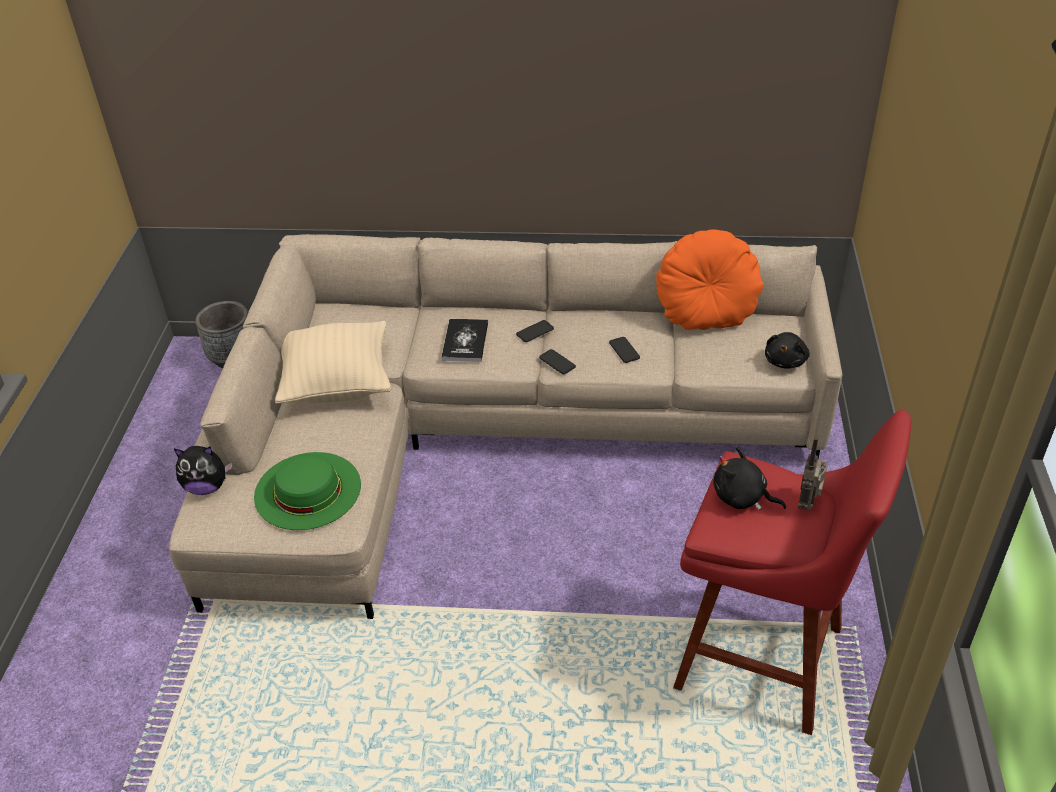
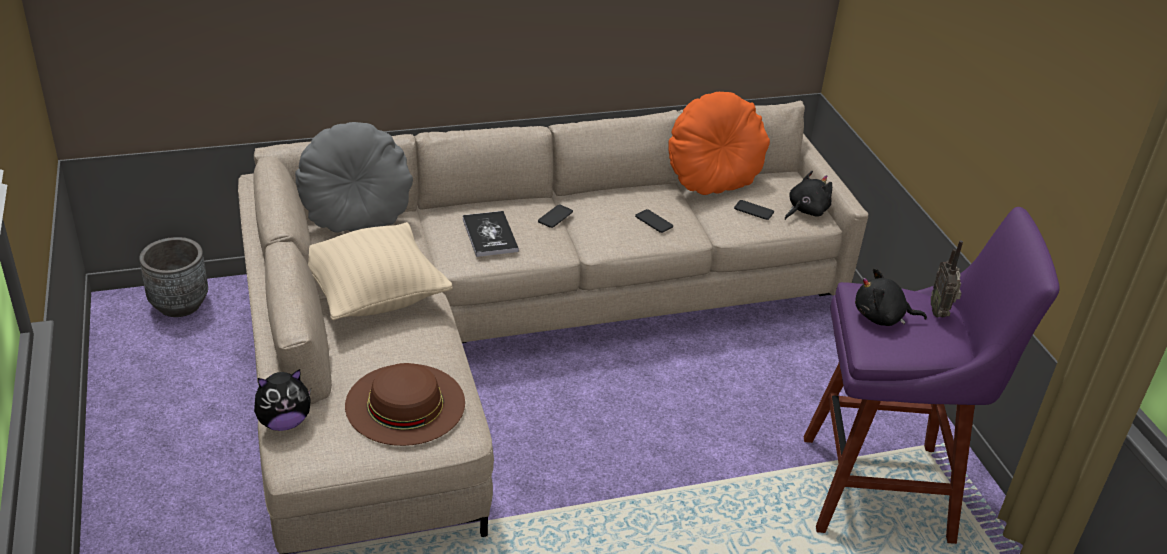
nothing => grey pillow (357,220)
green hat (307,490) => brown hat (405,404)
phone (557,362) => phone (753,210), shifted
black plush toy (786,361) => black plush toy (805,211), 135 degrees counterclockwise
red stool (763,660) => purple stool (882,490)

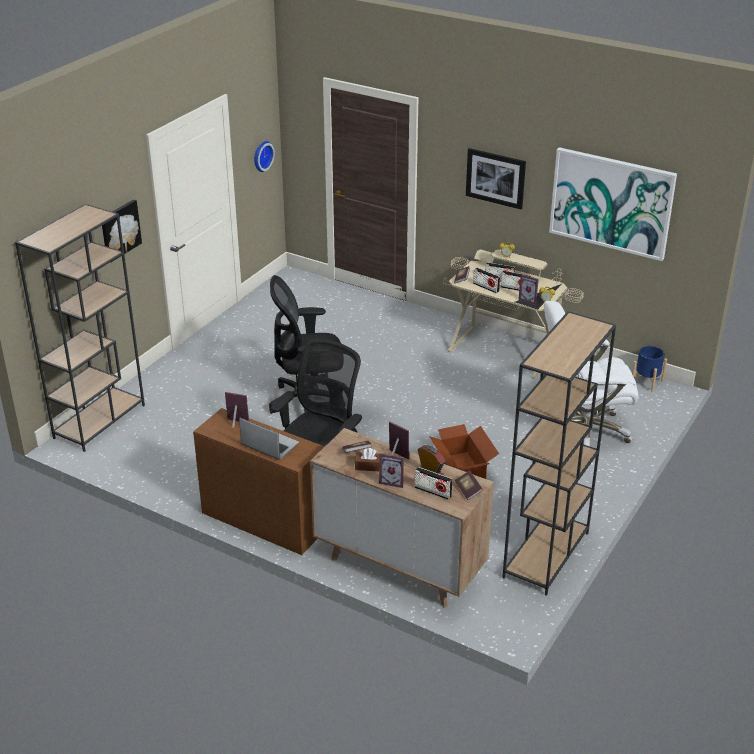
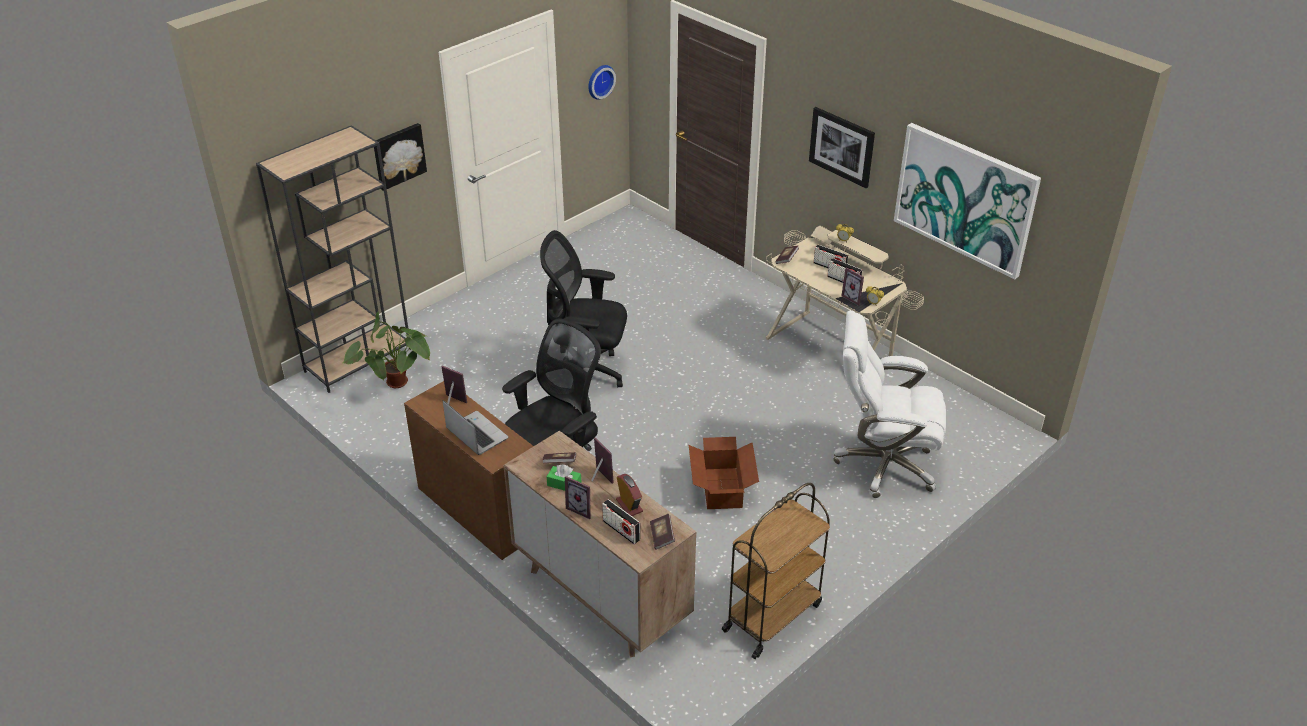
nothing => potted plant (400,389)
brown tissue box (368,466) => green tissue box (564,484)
bookcase (546,555) => brown cart (773,617)
radio (486,287) => nothing
blue planter (647,382) => nothing

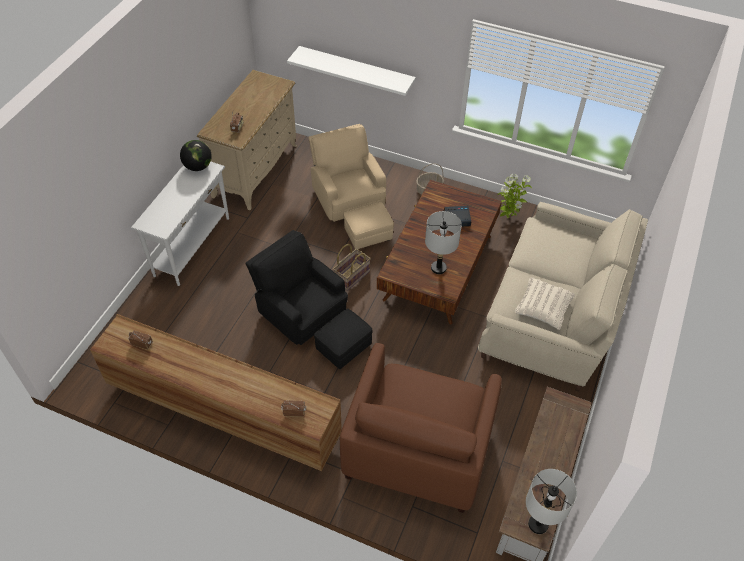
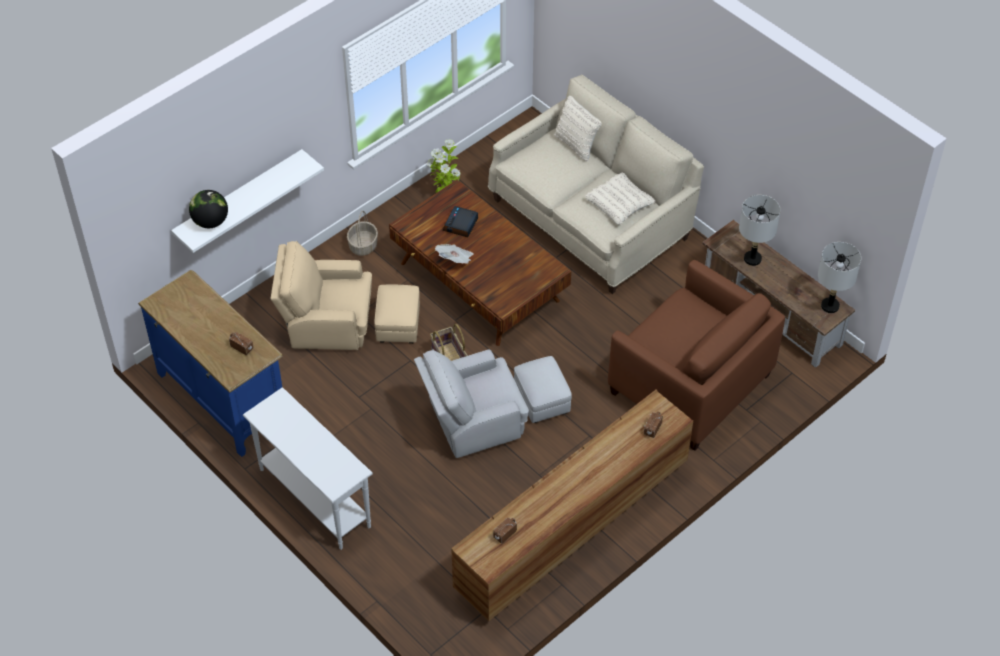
beige dresser (256,171) => blue dresser (223,397)
globe (198,167) => globe (211,222), shifted
black armchair (311,319) => white armchair (489,416)
nothing => newspaper (455,260)
nothing => beige pillow (577,145)
grey table lamp (438,268) => grey table lamp (752,259), shifted

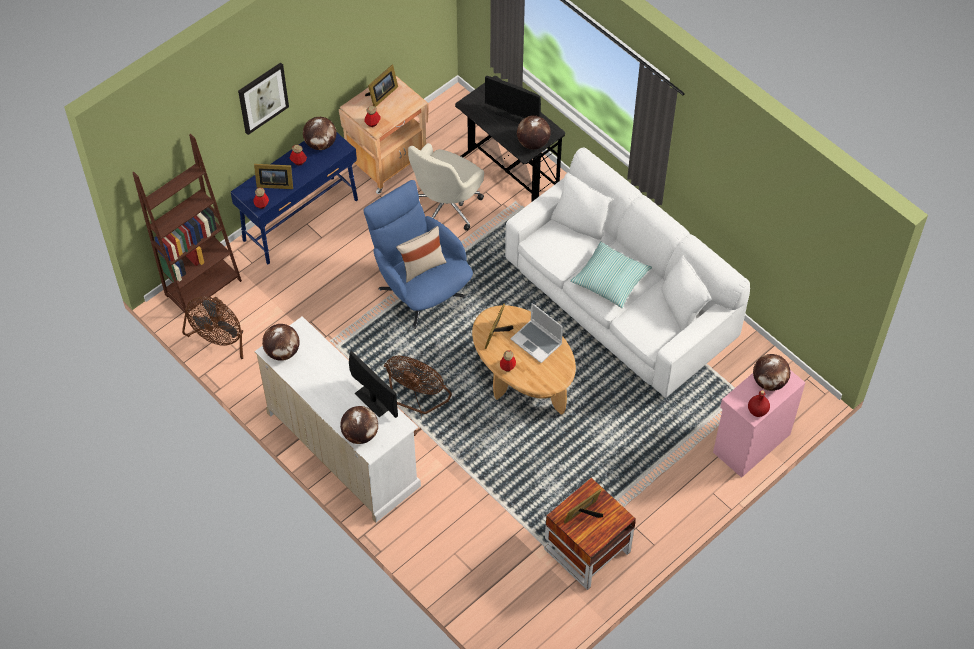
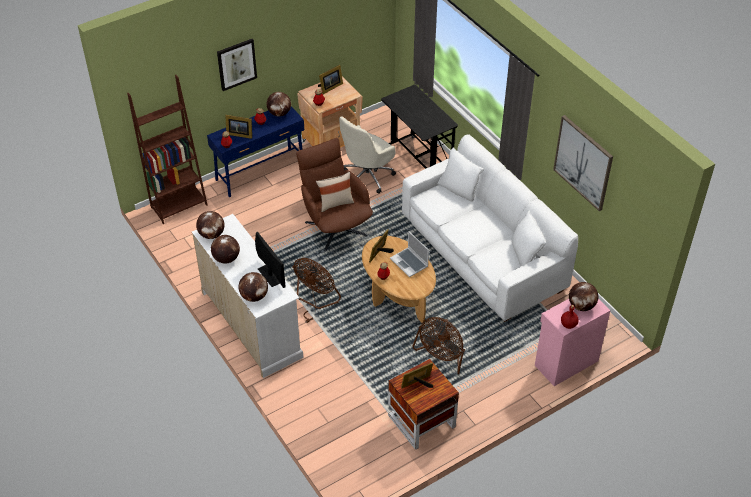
globe (533,143) => globe (226,259), shifted
blue armchair (420,290) => brown armchair (335,227)
brown fan (219,336) => brown fan (441,354), shifted
nothing => picture (583,162)
monitor (513,114) => nothing
pillow (610,279) => nothing

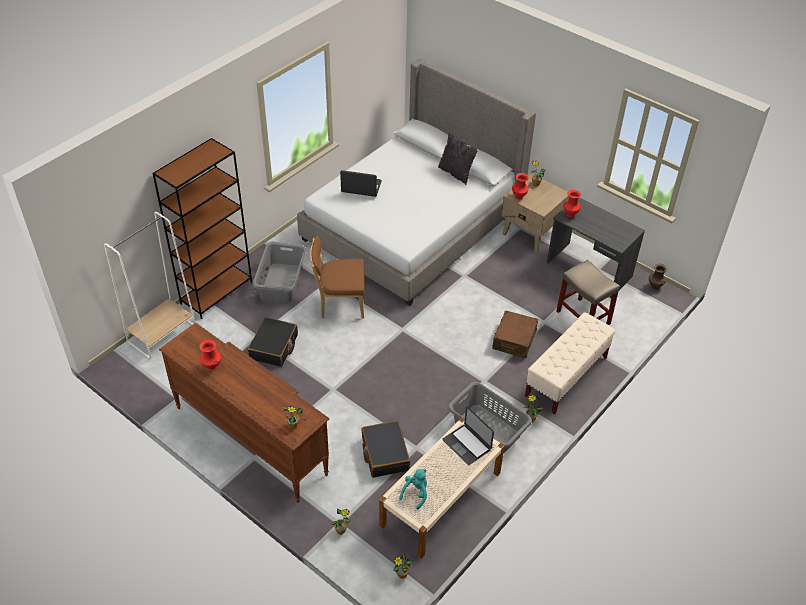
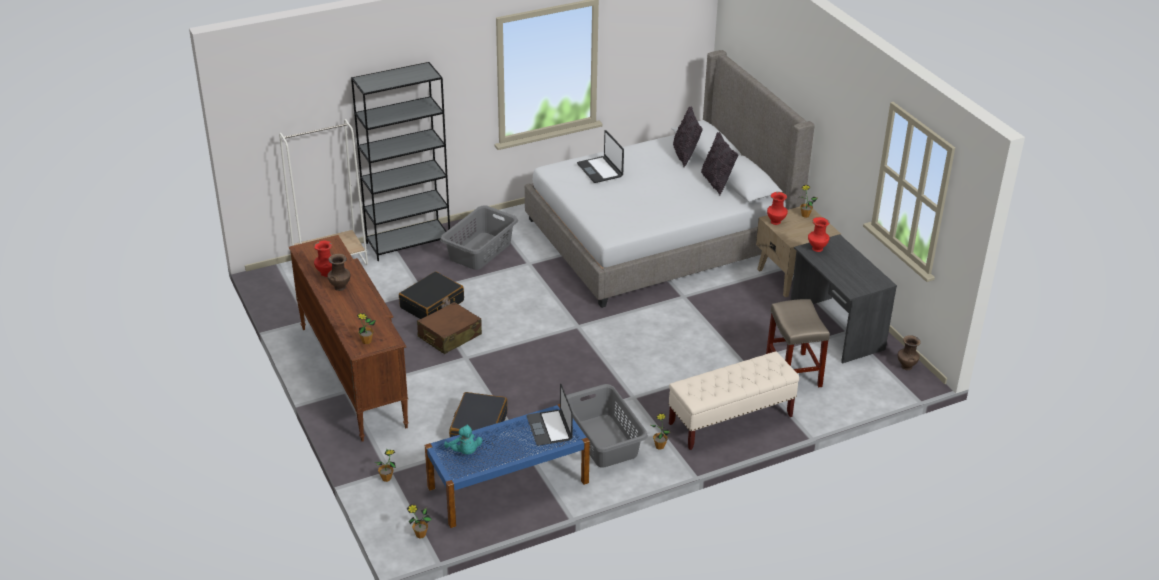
nothing => brown vase (340,287)
brown bookcase (216,292) => grey bookcase (408,242)
brown suitcase (514,340) => brown suitcase (449,336), shifted
beige bench (441,499) => blue bench (508,485)
turquoise plush toy (415,493) => turquoise plush toy (464,451), 90 degrees clockwise
laptop (361,187) => laptop (600,170), 150 degrees counterclockwise
nothing => black pillow (685,155)
brown chair (339,304) => nothing

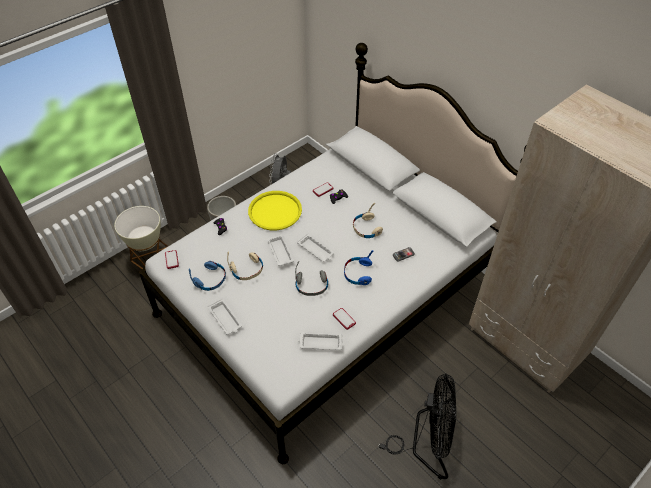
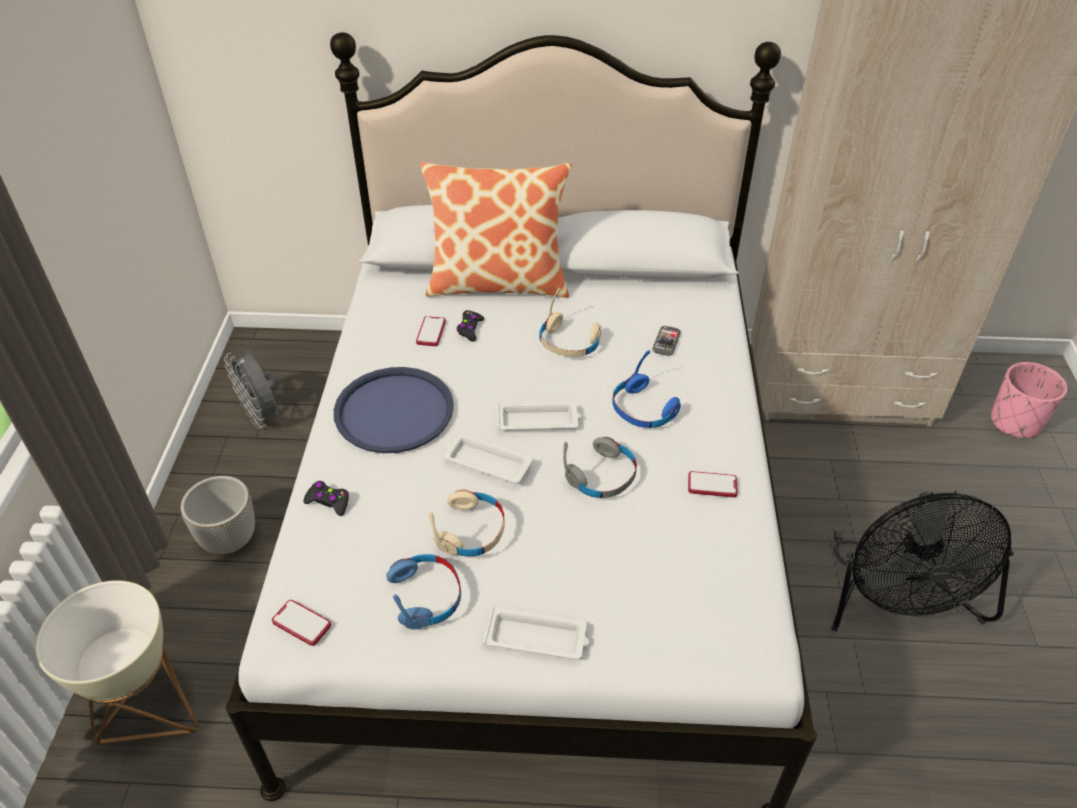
yellow tray (275,211) => blue tray (394,411)
nothing => pillow (498,282)
black fan (427,438) => black fan (892,598), 120 degrees clockwise
nothing => pink planter (1015,422)
white tray (320,343) => nothing

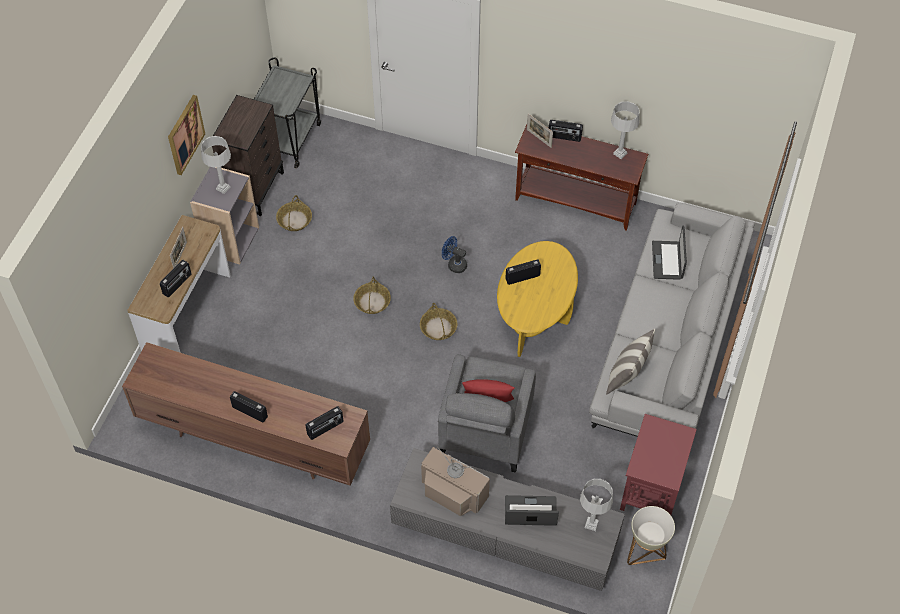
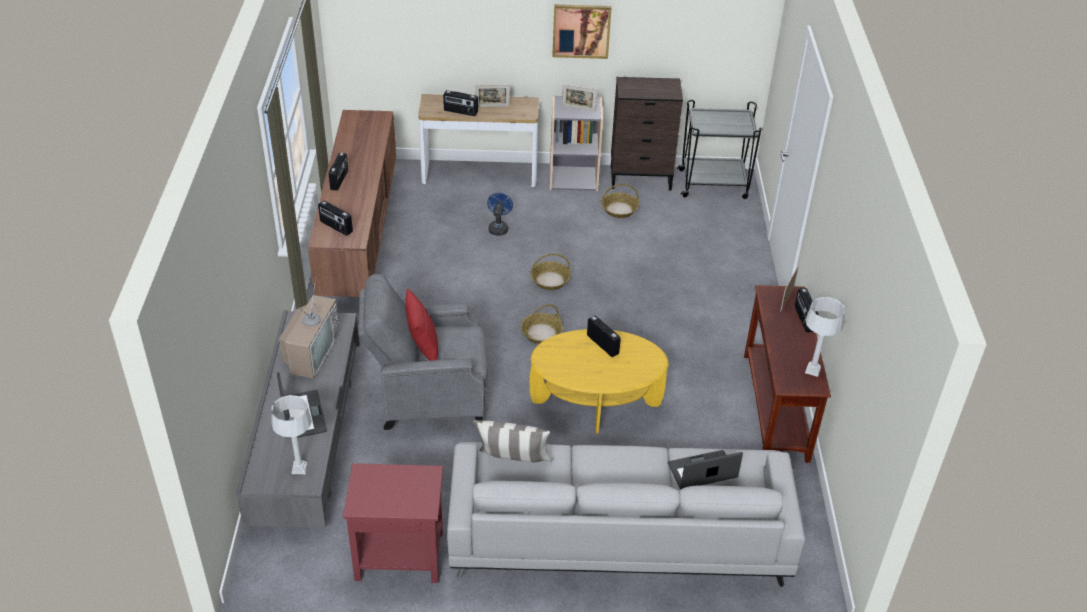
blue fan (454,264) => blue fan (498,227), shifted
grey table lamp (223,188) => picture frame (578,108)
planter (645,551) => nothing

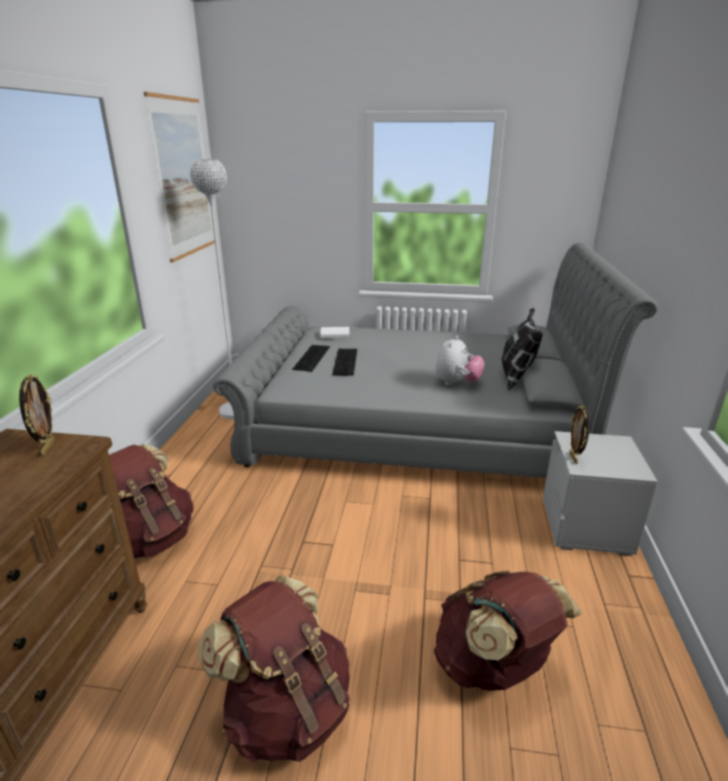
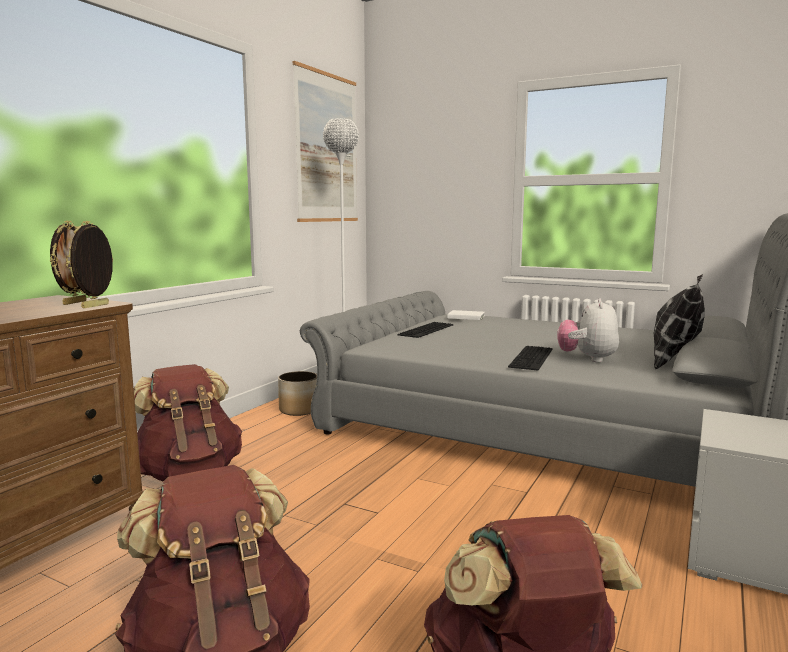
picture frame (574,458) => picture frame (96,306), shifted
nothing => planter (299,410)
keyboard (346,362) => keyboard (533,358), shifted
plush toy (457,383) => plush toy (587,359), 150 degrees clockwise

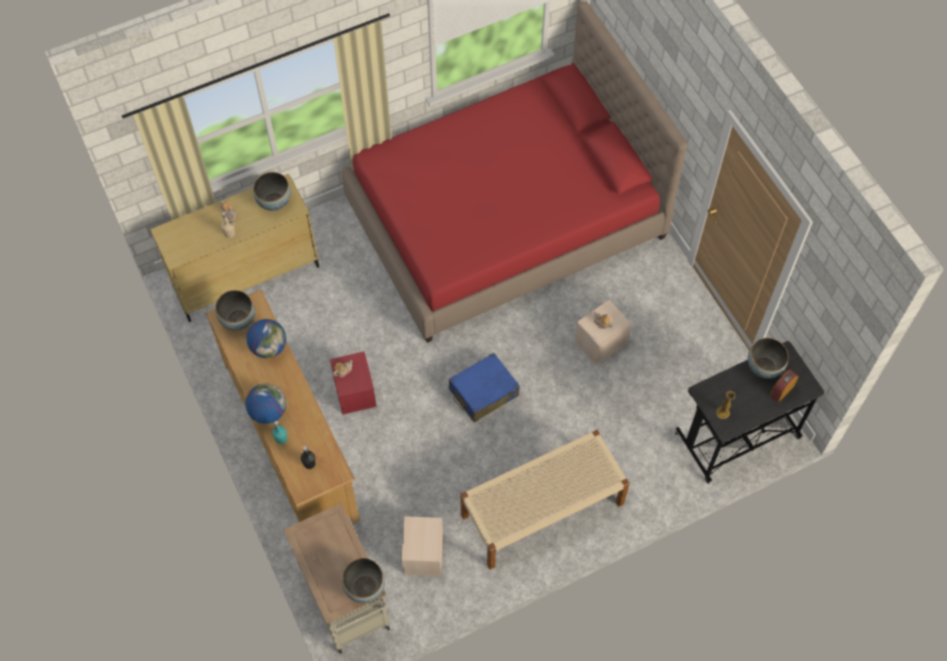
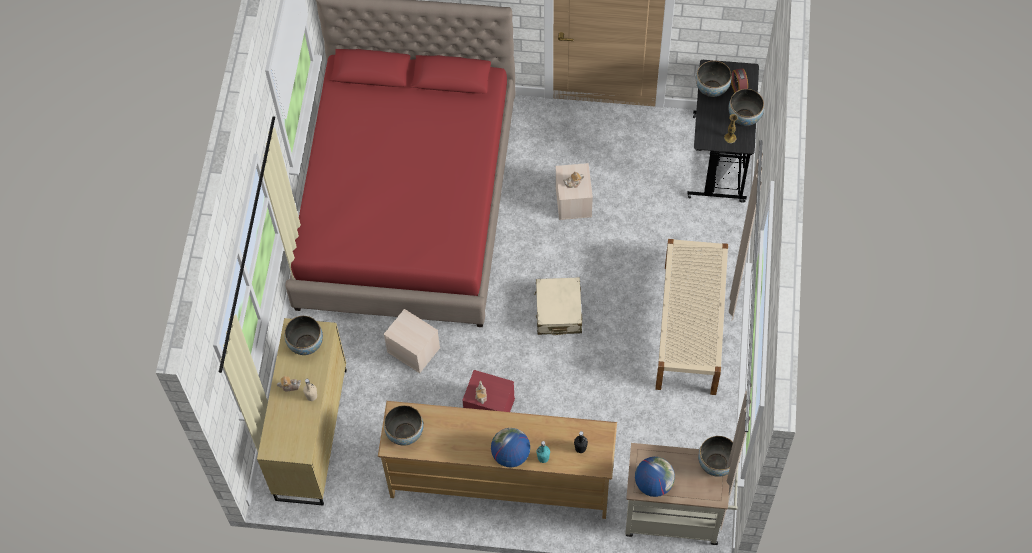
beige storage box (424,554) => beige storage box (414,349), shifted
blue suitcase (483,392) => beige suitcase (558,311)
globe (269,347) => globe (653,483), shifted
nothing => bowl (744,118)

